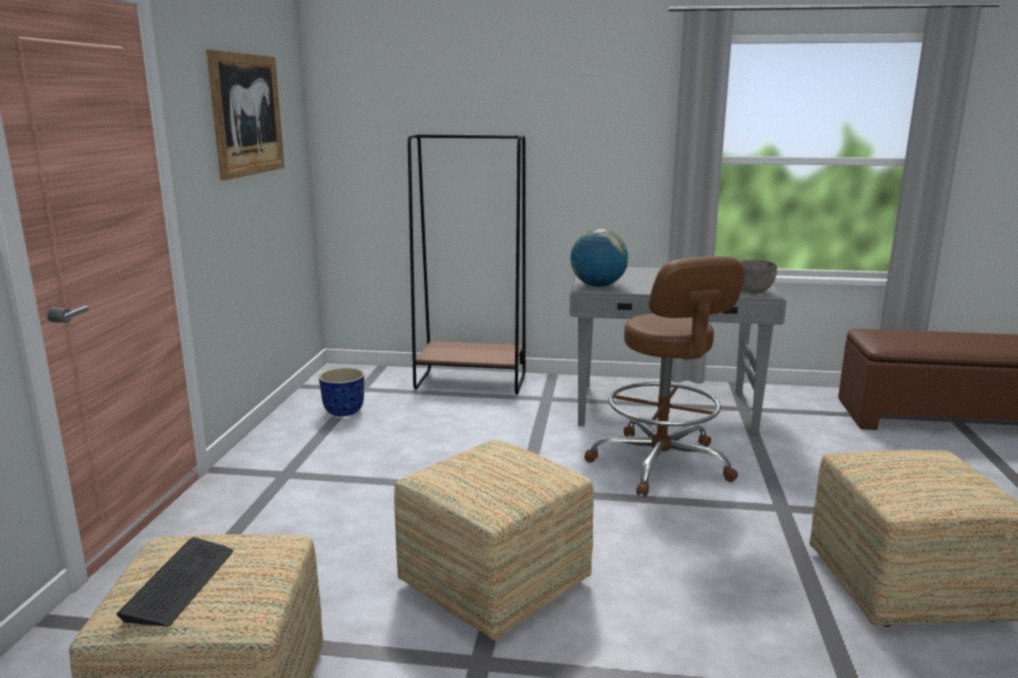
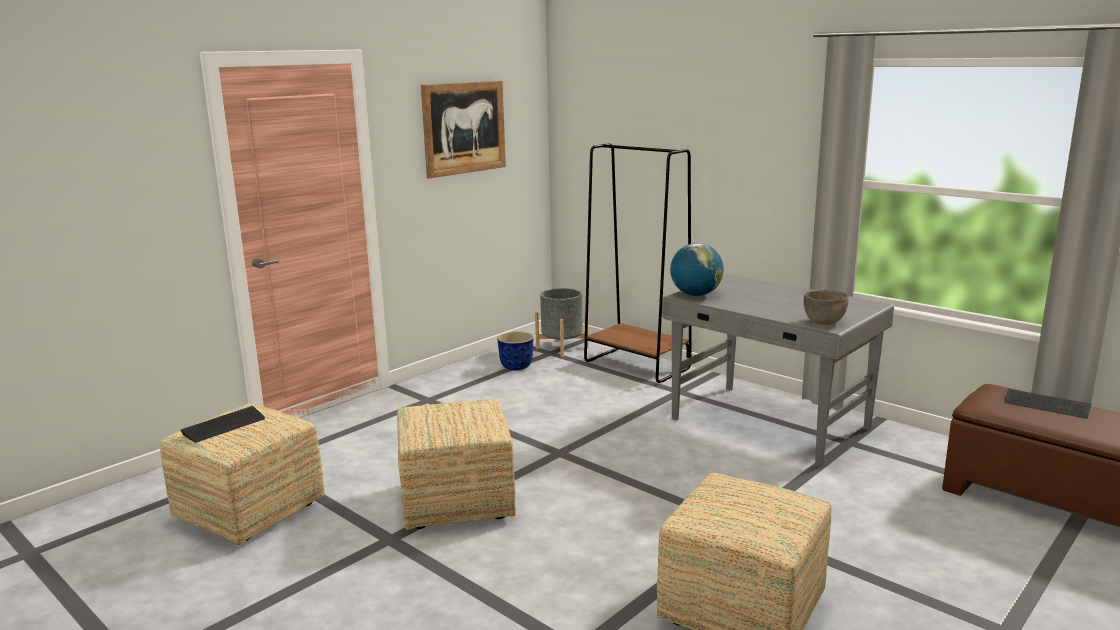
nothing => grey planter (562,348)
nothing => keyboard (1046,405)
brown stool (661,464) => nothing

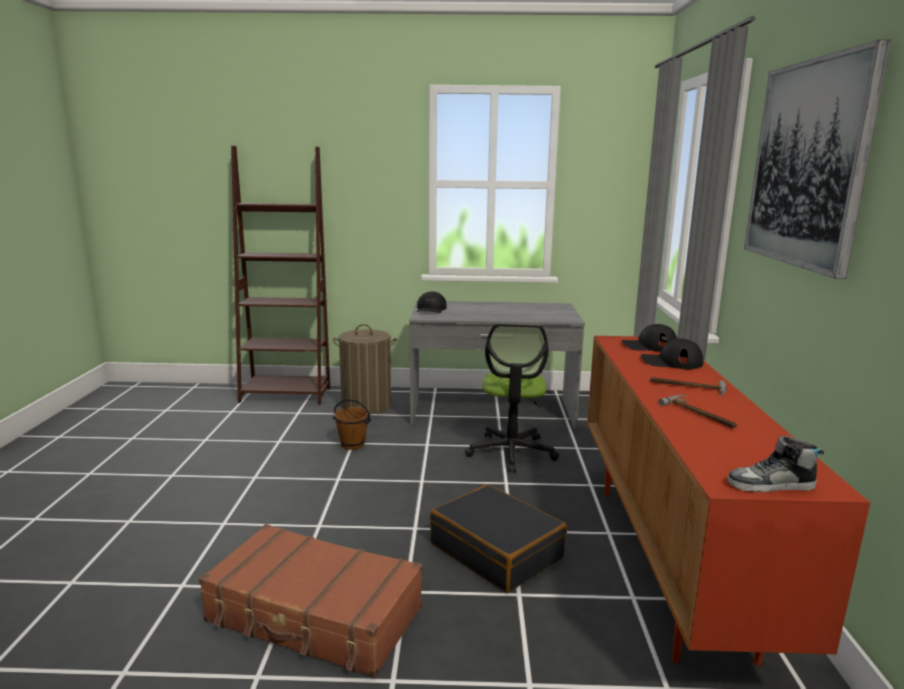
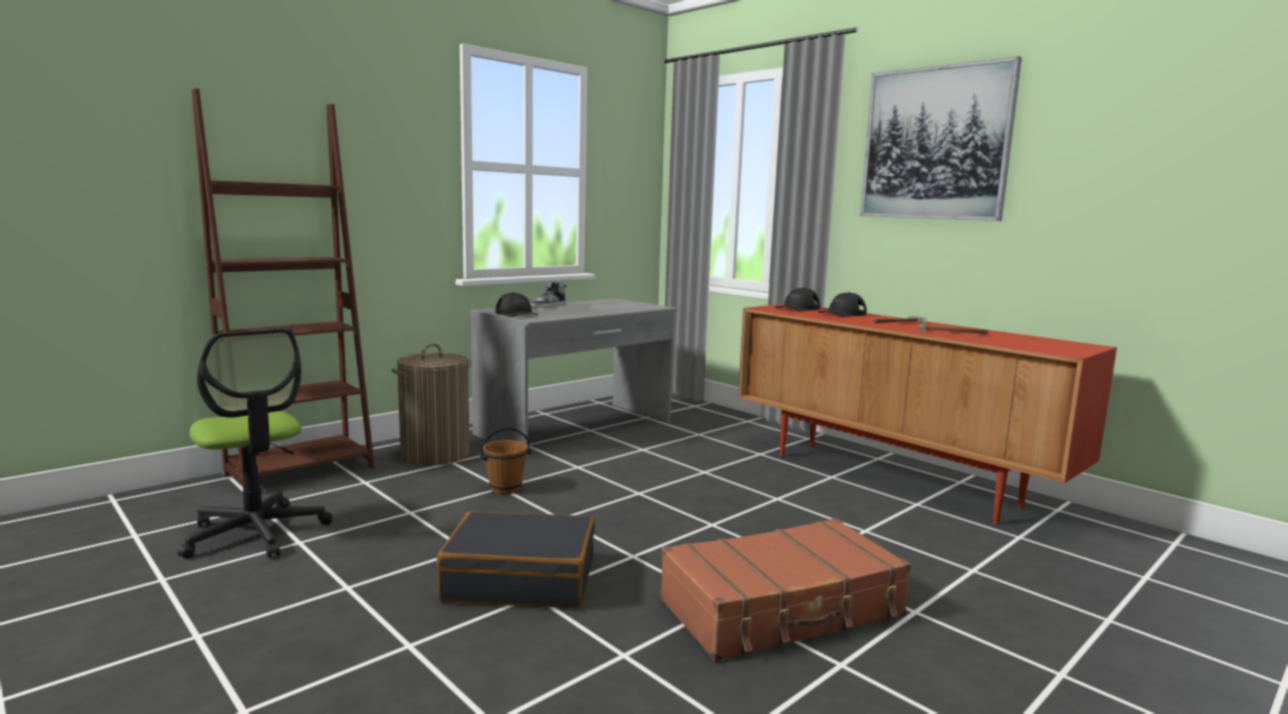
office chair (511,452) => office chair (256,533), shifted
black suitcase (496,551) => black suitcase (521,579), shifted
shoe (770,485) => shoe (548,306), shifted

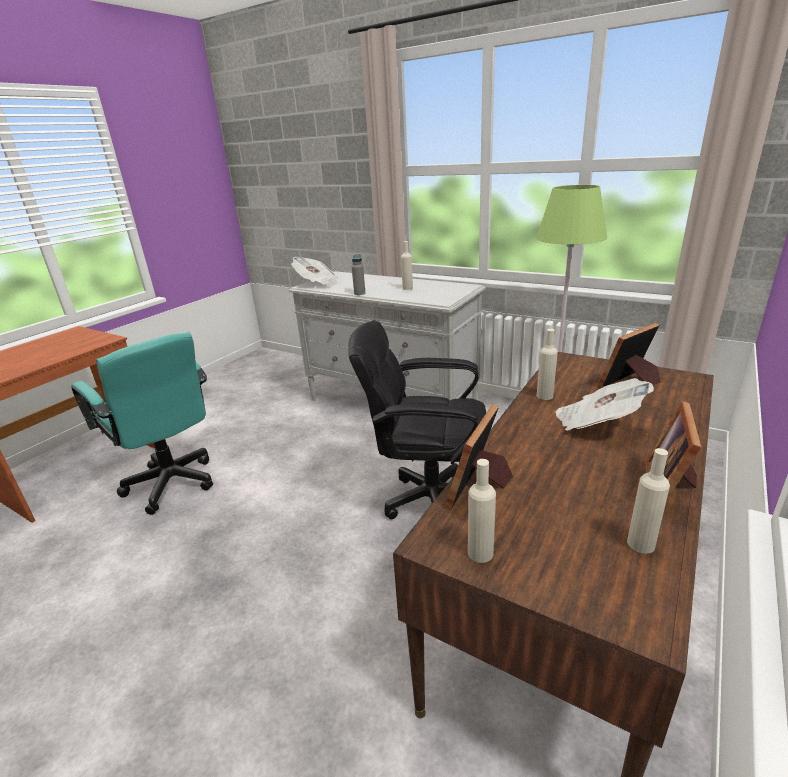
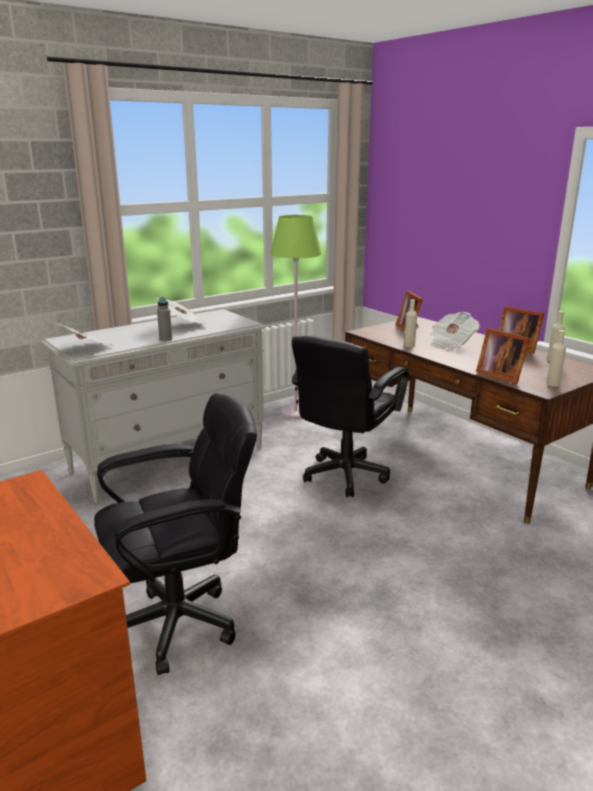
turquoise office chair (175,486) => black office chair (184,623)
beige bottle (407,288) => newspaper (184,325)

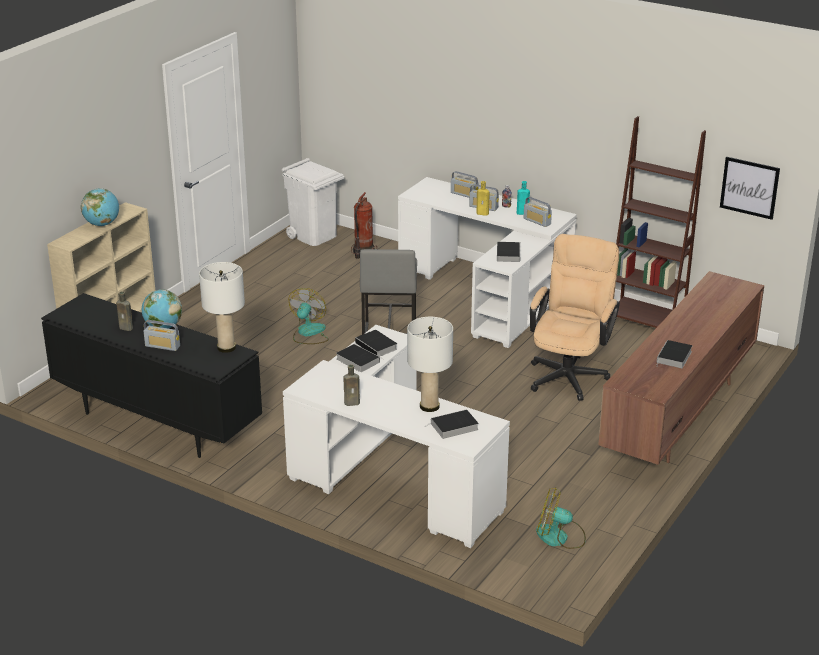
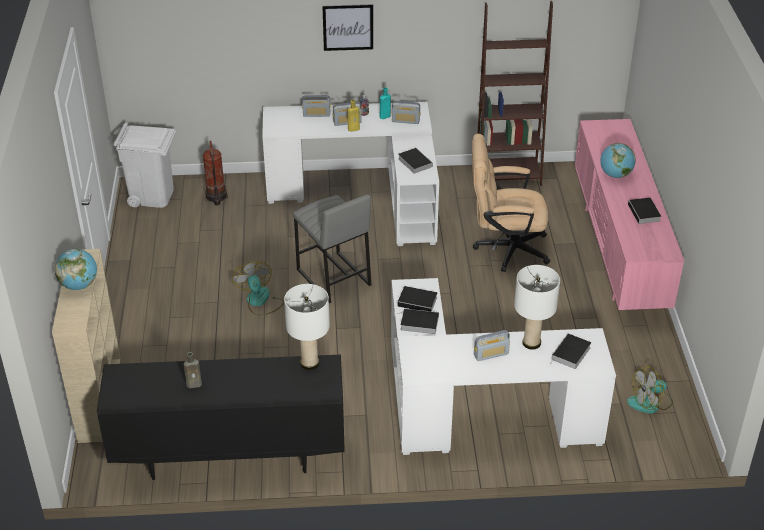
picture (749,187) => picture (348,27), shifted
beige office chair (569,373) => beige office chair (504,248), 75 degrees counterclockwise
radio (162,346) => radio (491,354), shifted
brown cabinet (679,417) => pink cabinet (619,253)
globe (163,327) => globe (615,175), shifted
brown bottle (353,403) => nothing

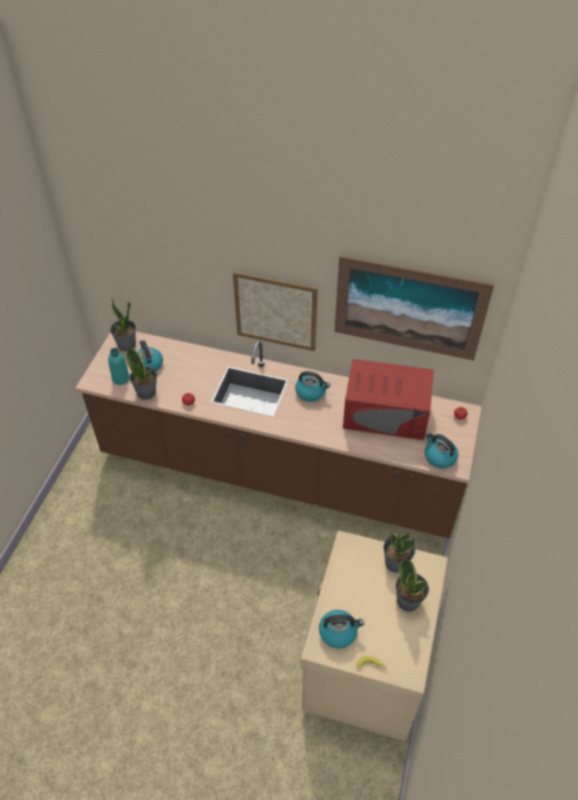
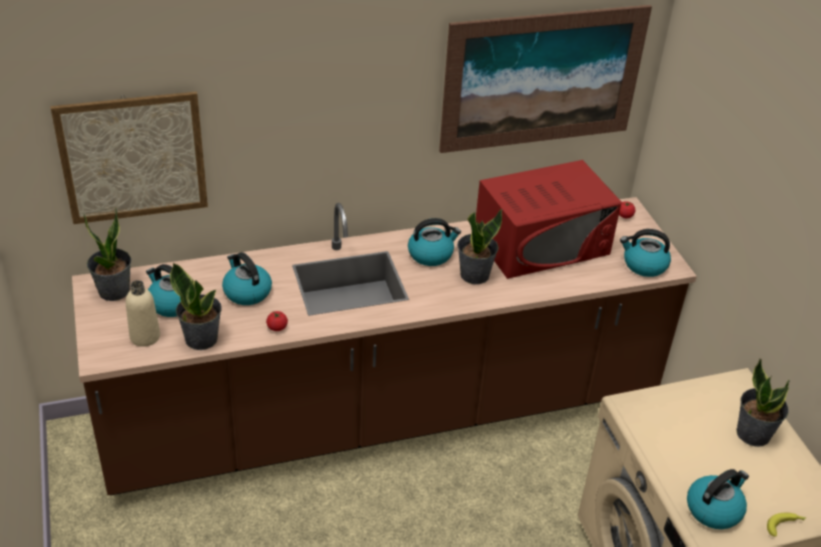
picture (275,310) => picture (133,156), shifted
turquoise bottle (121,378) => beige bottle (145,337)
nothing => kettle (246,292)
potted plant (396,562) => potted plant (474,274), shifted

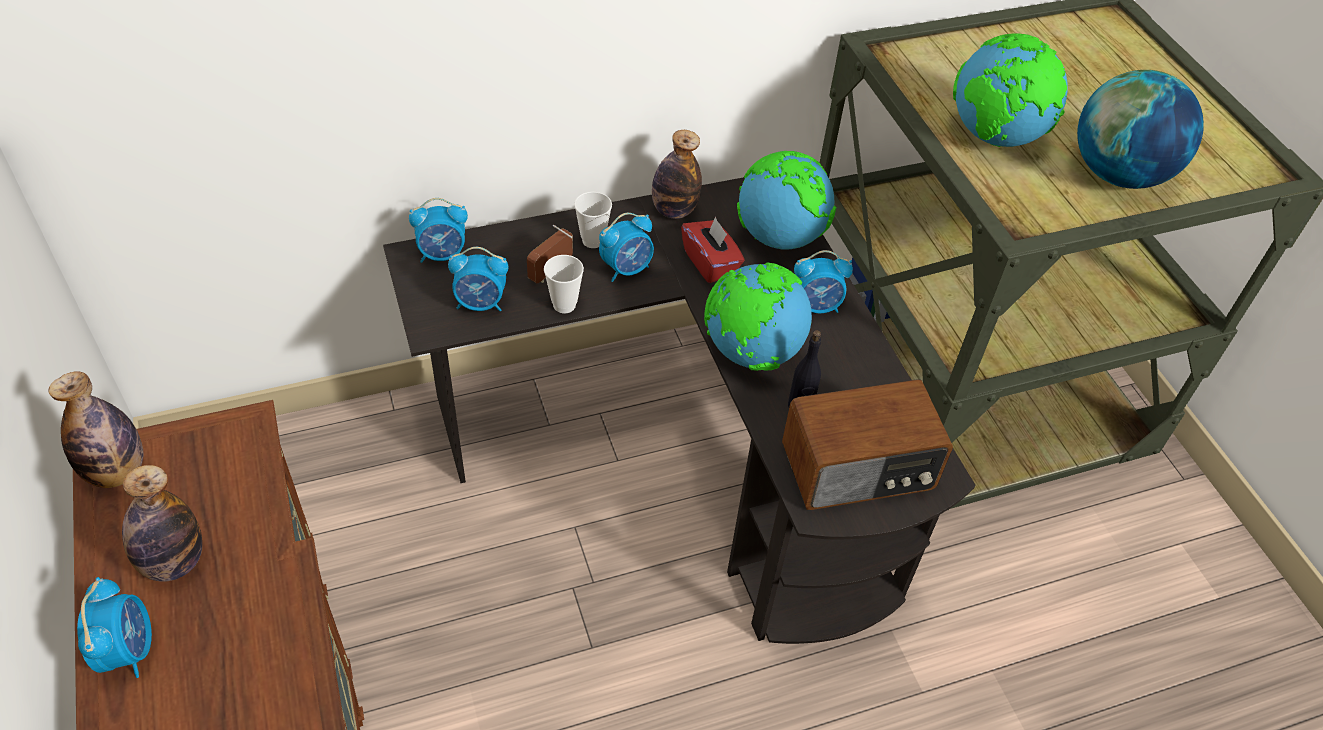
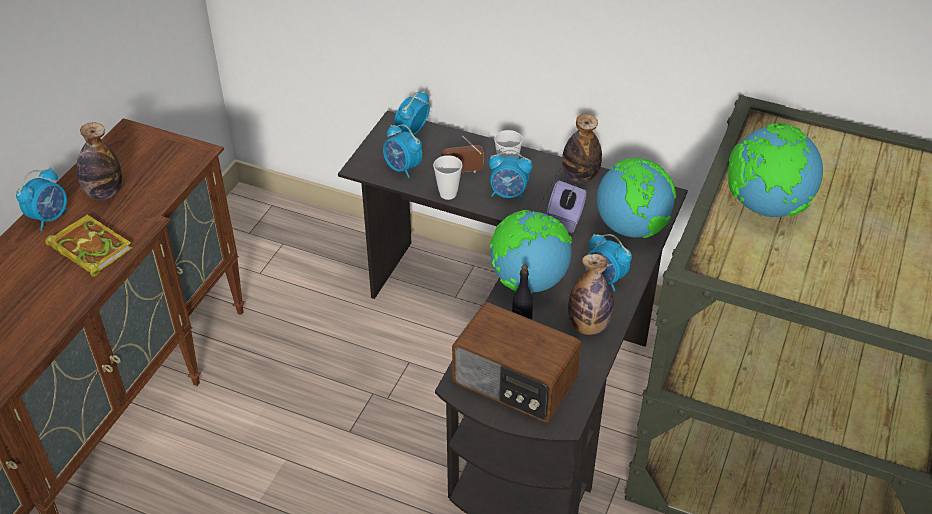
nothing => book (88,248)
alarm clock (443,254) => alarm clock (412,131), 90 degrees clockwise
red tissue box (710,263) => purple tissue box (565,218)
bottle (117,471) => bottle (588,326), shifted
globe (1118,175) => nothing

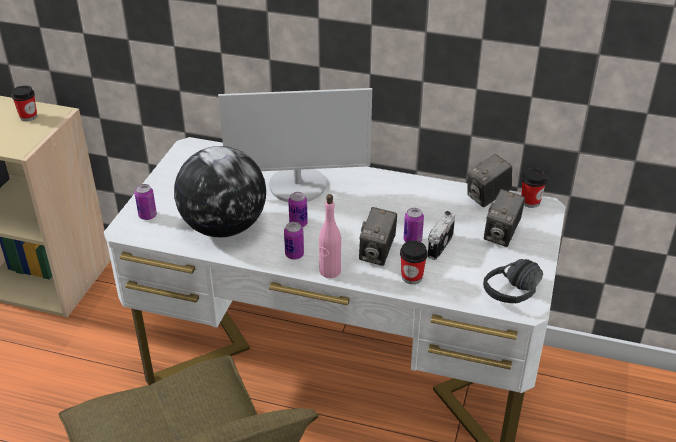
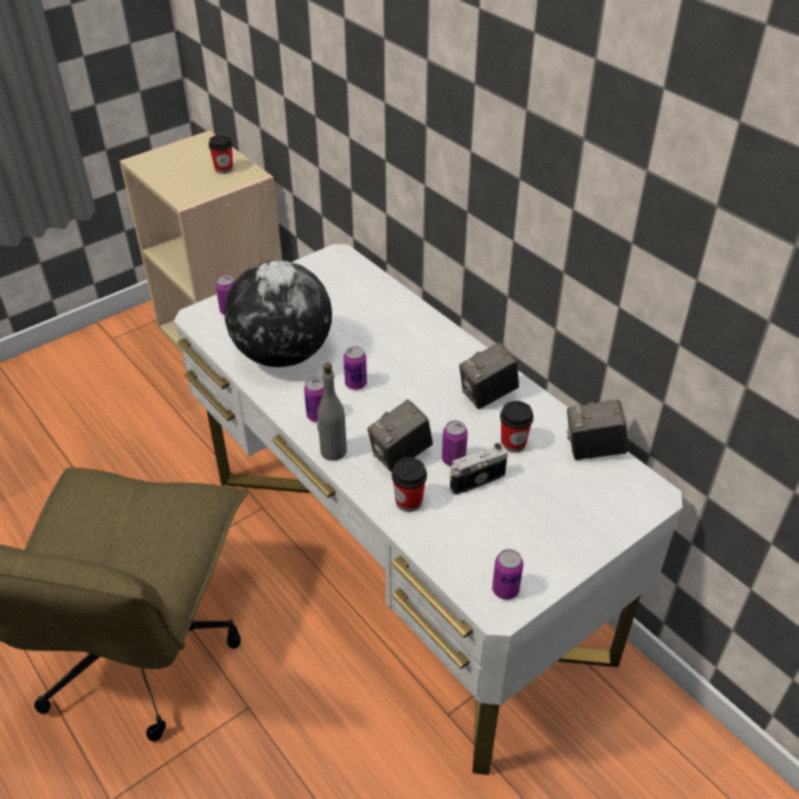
pink bottle (330,271) => grey bottle (333,451)
photo camera (501,235) => photo camera (487,395), shifted
black headphones (520,296) => can (505,590)
cup (530,202) => cup (513,443), shifted
monitor (298,186) => nothing

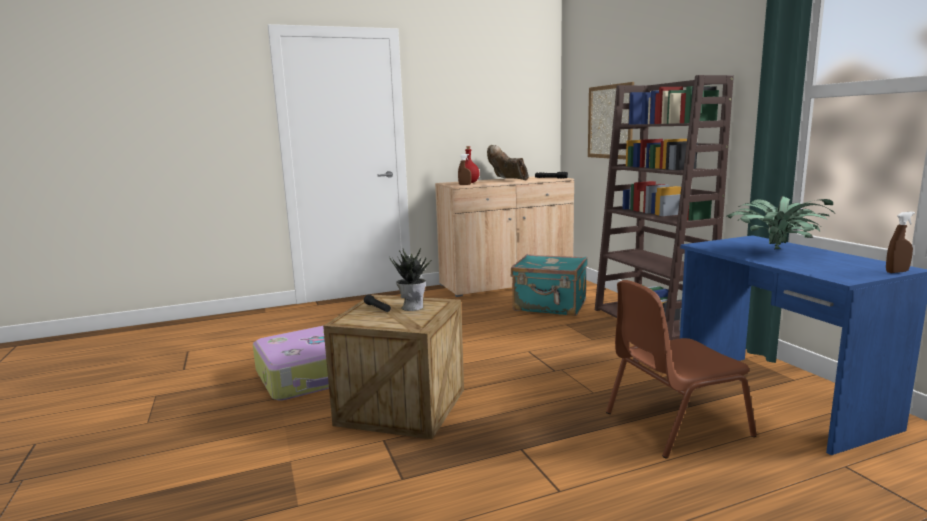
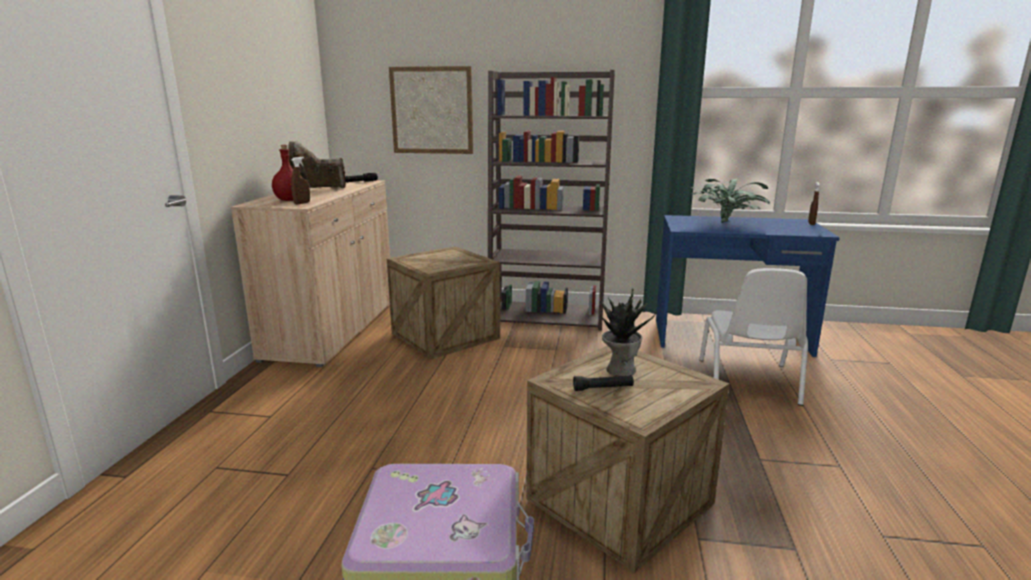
turquoise suitcase (550,306) => crate (445,336)
brown chair (673,424) => white chair (748,382)

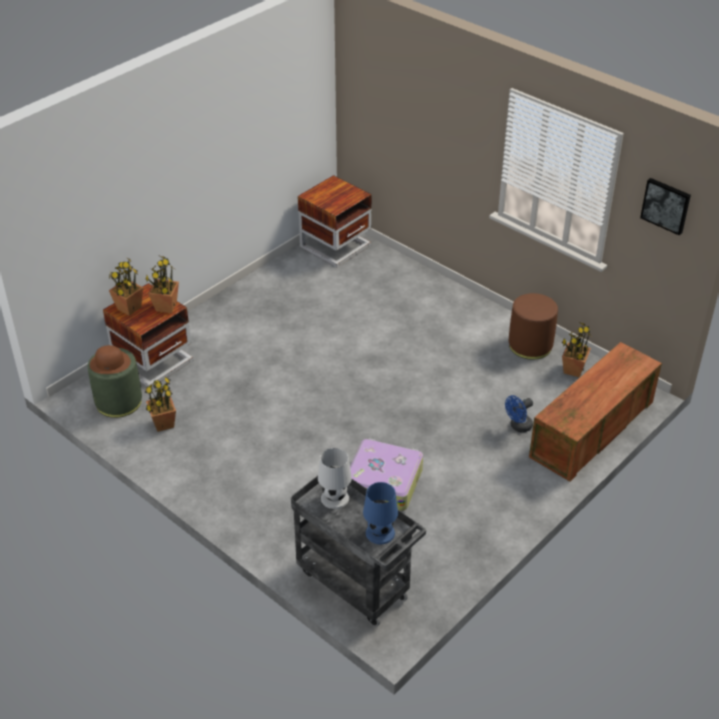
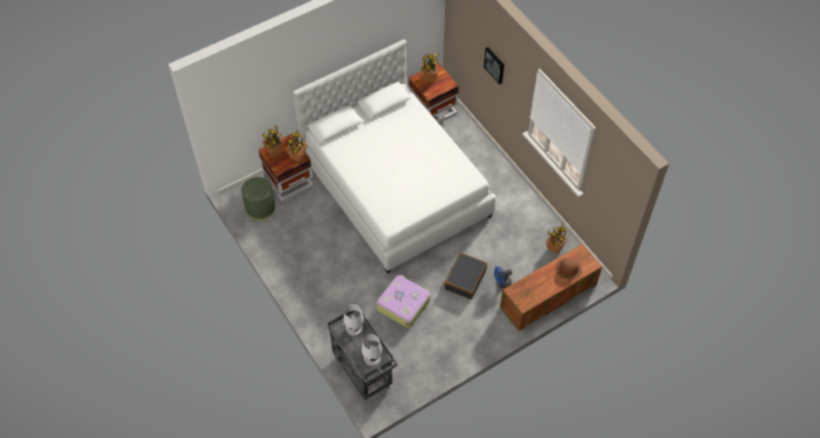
nothing => white bed (395,186)
blue table lamp (380,533) => white table lamp (372,358)
potted plant (163,424) => potted plant (429,78), shifted
nothing => black suitcase (465,279)
picture (666,205) => picture (495,65), shifted
brown hat (110,363) => brown hat (568,269), shifted
brown ottoman (530,345) => nothing

